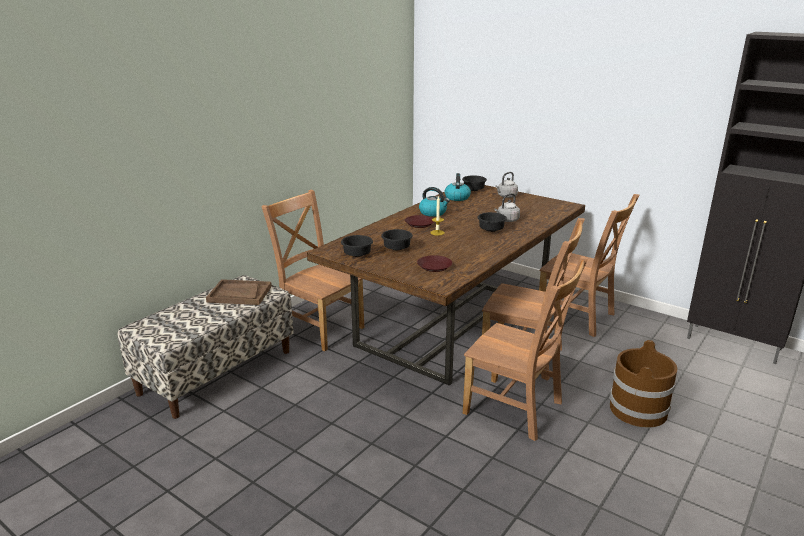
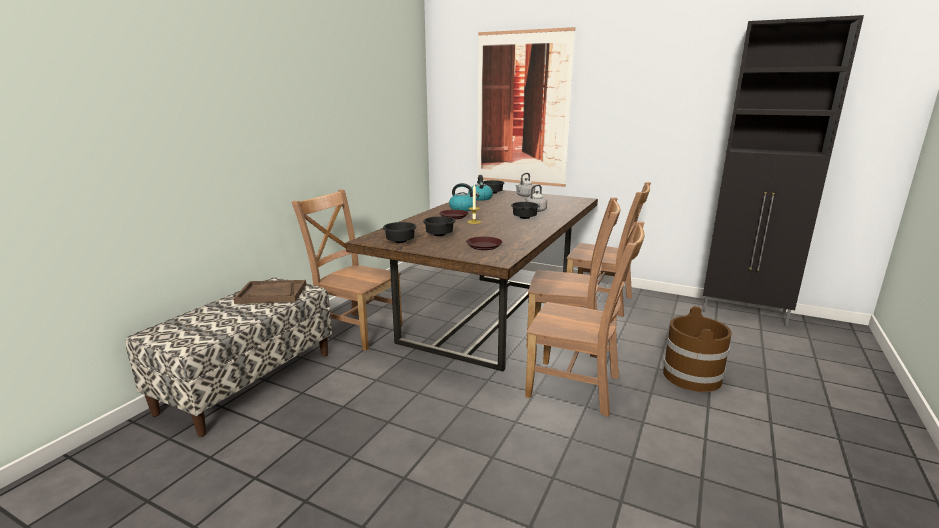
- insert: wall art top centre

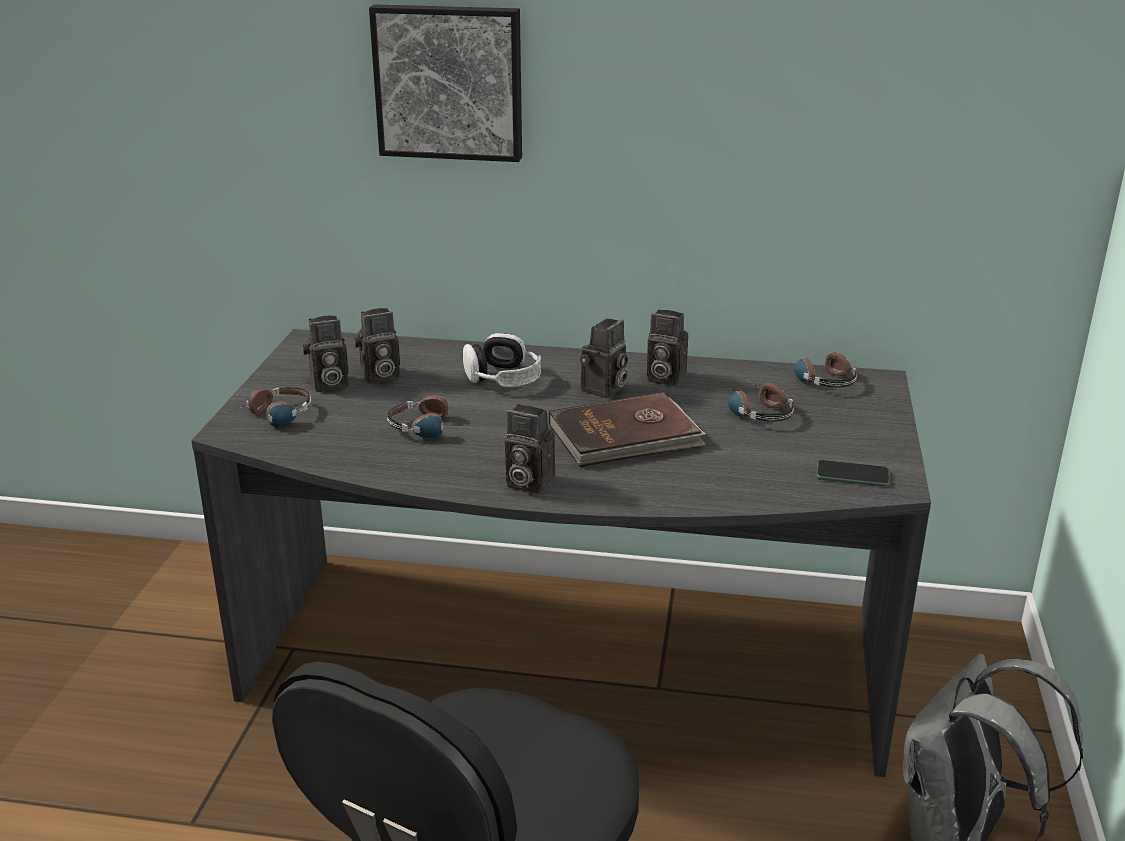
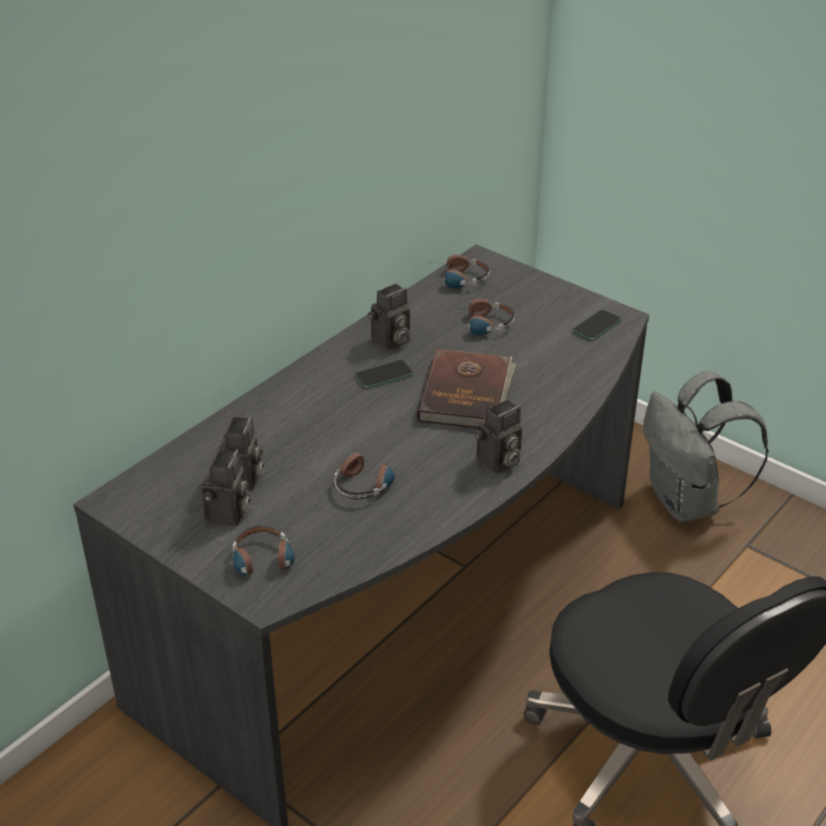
- replace: photo camera (4th from left) centre to phone (1st from left) centre
- delete: wall art top centre
- delete: pair of headphones (3rd from left) centre

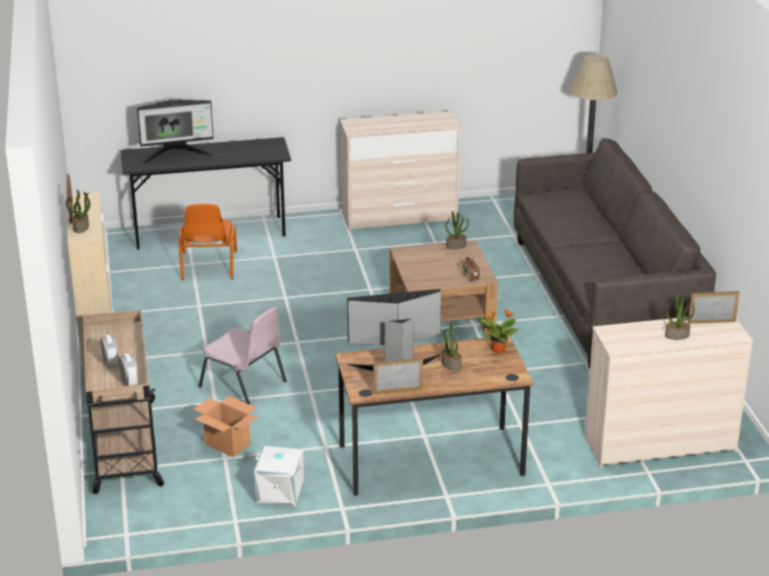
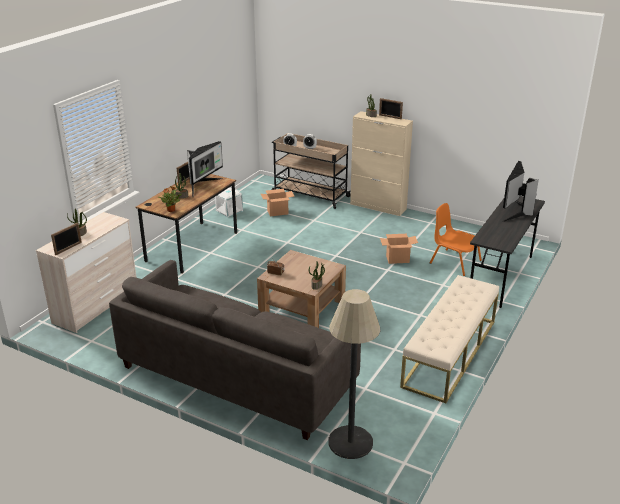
- insert: cardboard box (2nd from left) centre
- replace: sand-coloured chest of drawers (1st from left) top centre to sand-coloured bench bottom right
- delete: pink-coloured chair middle left

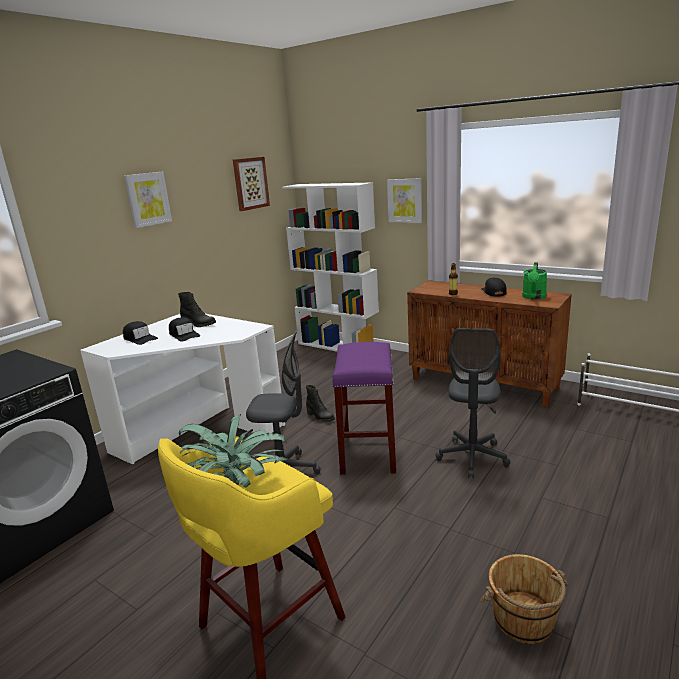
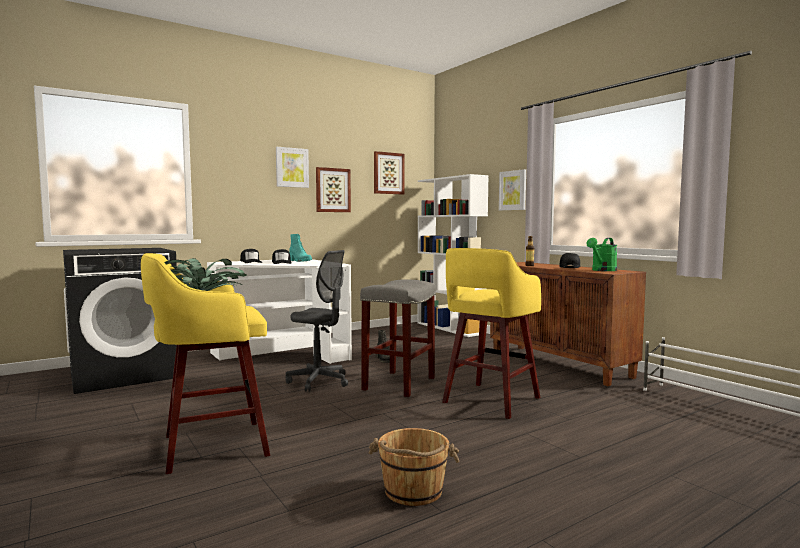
- recolor: black boot (1st from left) middle left to blue-green boot centre
- insert: wall art (2nd from left) centre
- recolor: purple-coloured sitting stool centre to gray sitting stool centre
- replace: gray desk chair (2nd from left) middle right to yellow sitting stool (2nd from left) centre

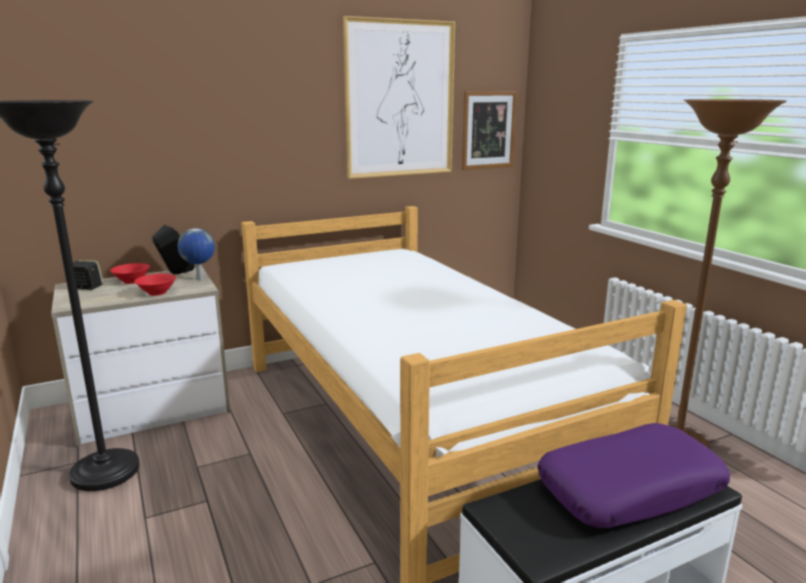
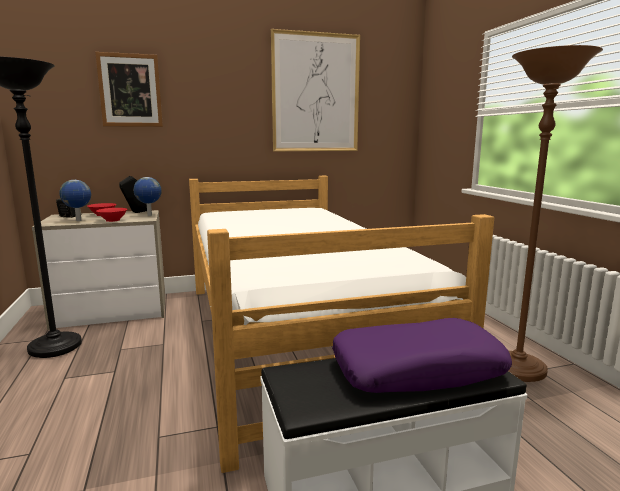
- insert: world globe (1st from left) middle left
- move: wall art (2nd from left in the first image) top centre to wall art (1st from left) top left

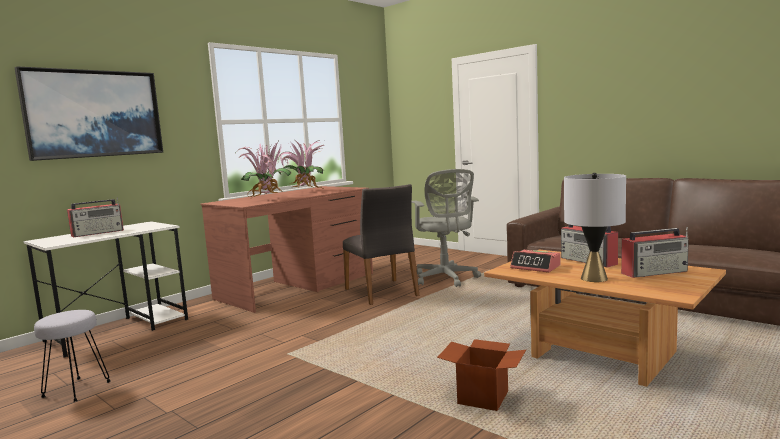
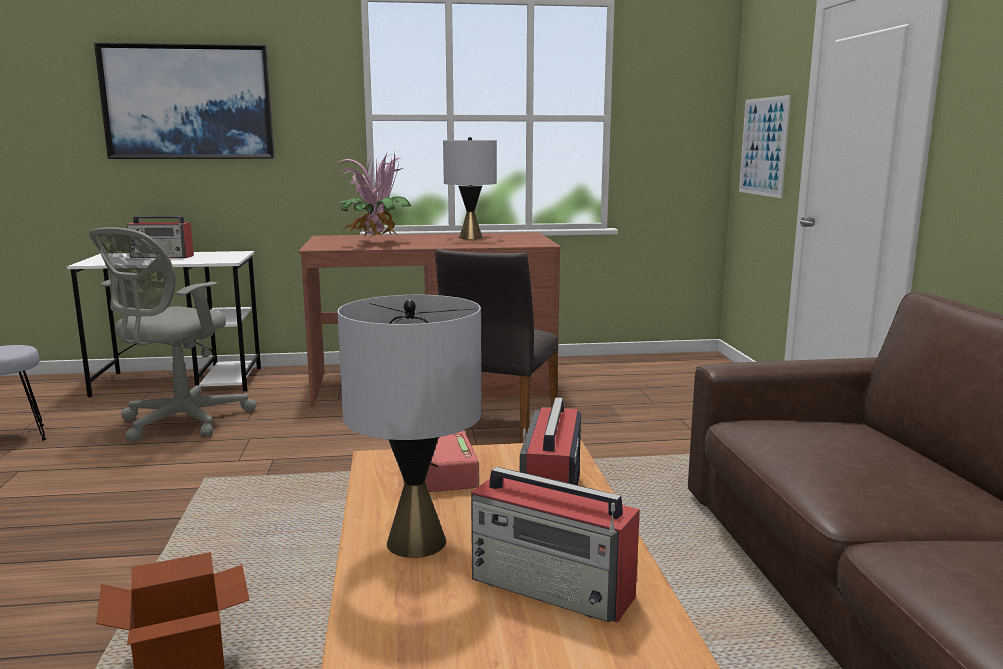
- move: gray desk chair centre to middle left
- replace: houseplant (2nd from left) centre to gray lamp for a table (2nd from left) top centre
- insert: wall art (2nd from left) top right

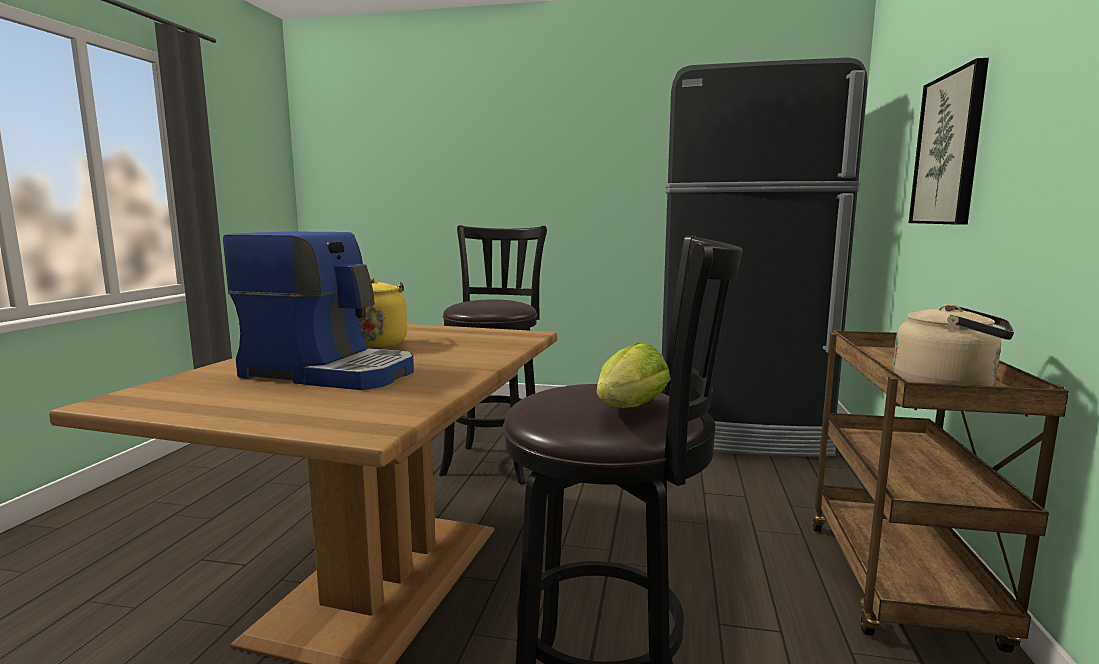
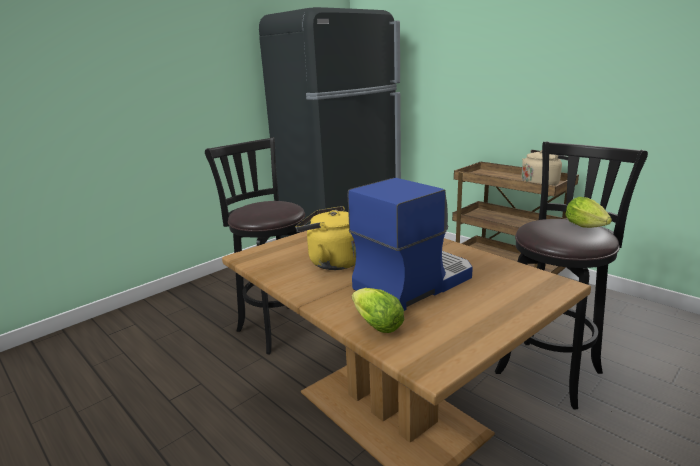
- insert: lettuce (1st from left) centre
- delete: wall art top right

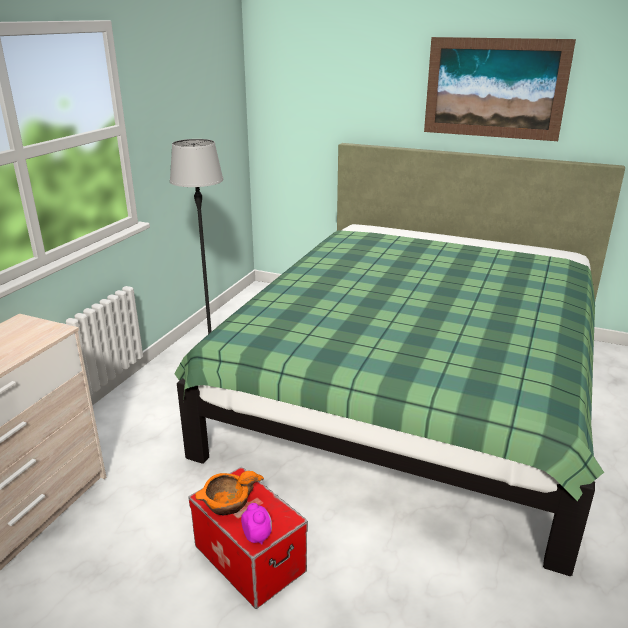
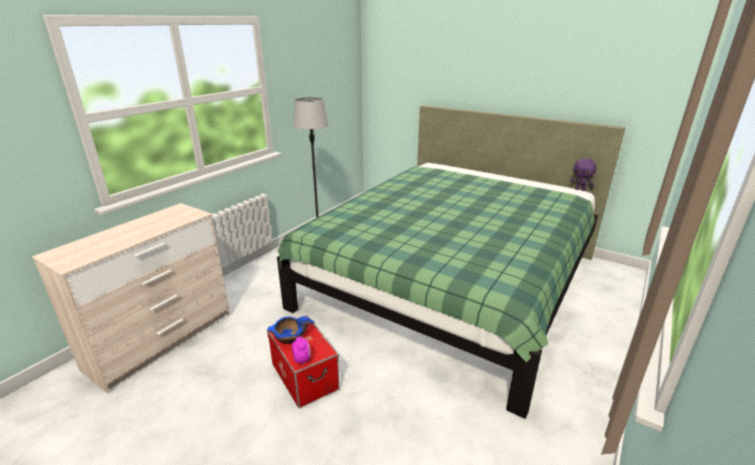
- recolor: orange-coloured bowl bottom centre to blue-coloured bowl bottom centre
- insert: purple-coloured plush toy middle right
- delete: wall art top right

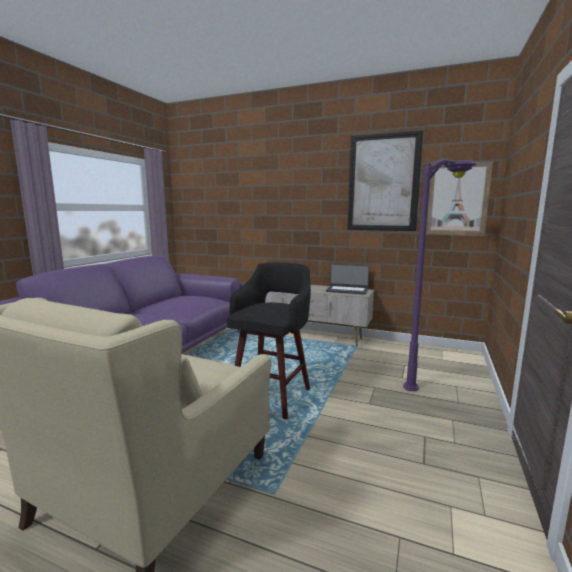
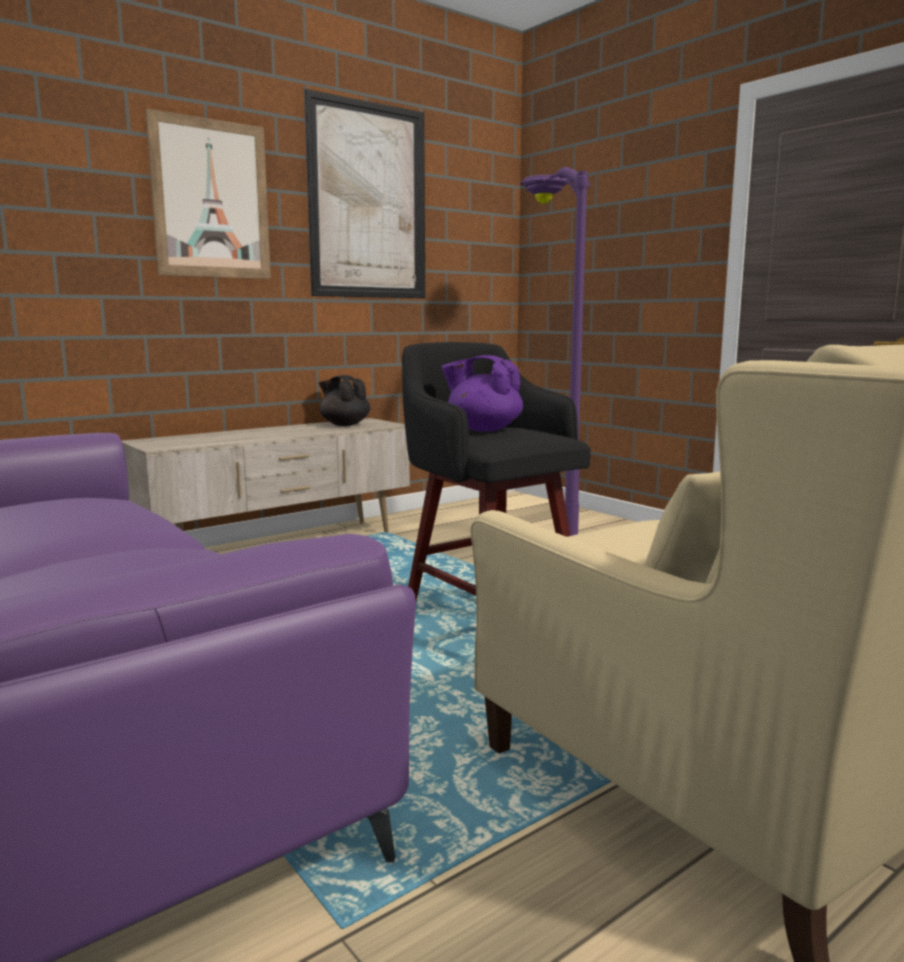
- move: wall art (2nd from left in the first image) middle right to wall art (1st from left) top left
- replace: notebook computer centre to black tea pot centre
- insert: purple-coloured tea pot centre

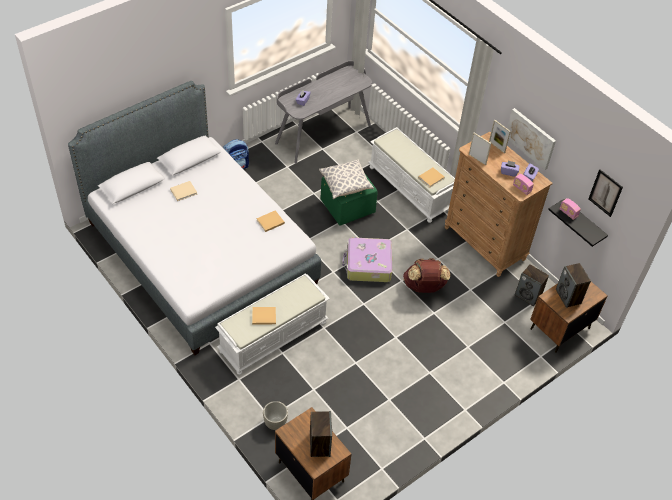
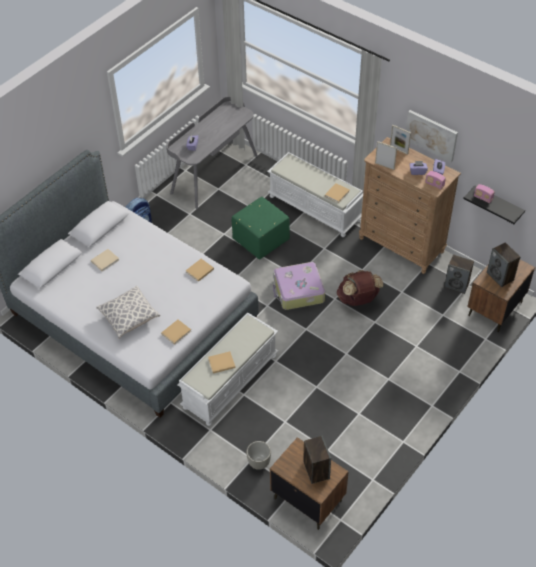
- move: throw pillow centre to middle left
- insert: sand-coloured book (2nd from left) middle left
- delete: wall art (2nd from left) middle right

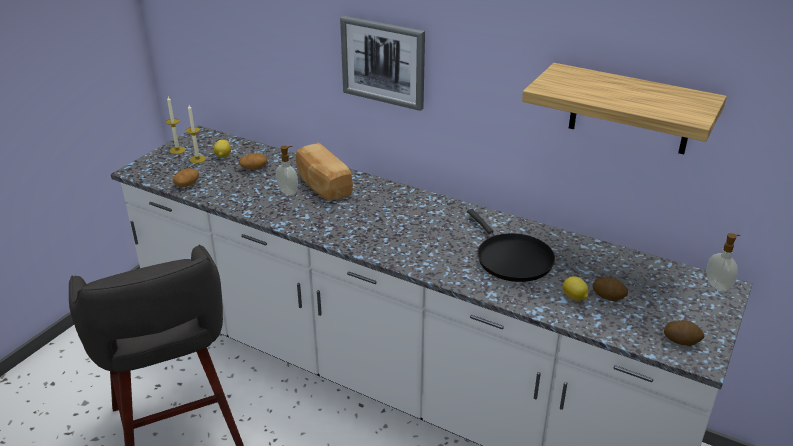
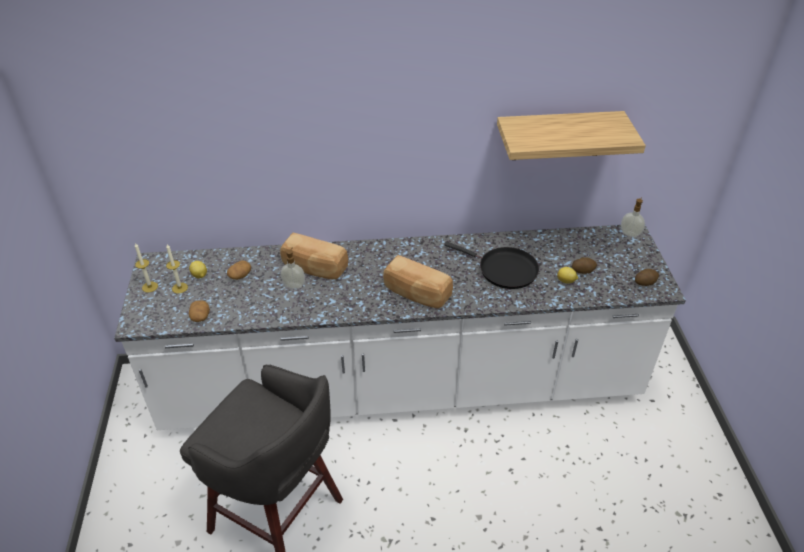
- insert: bakery bread (2nd from left) centre
- delete: wall art top centre

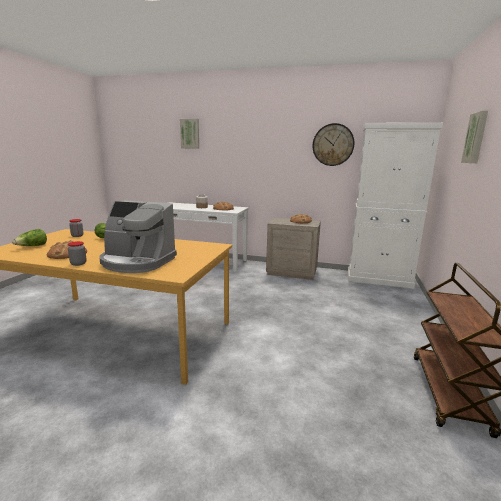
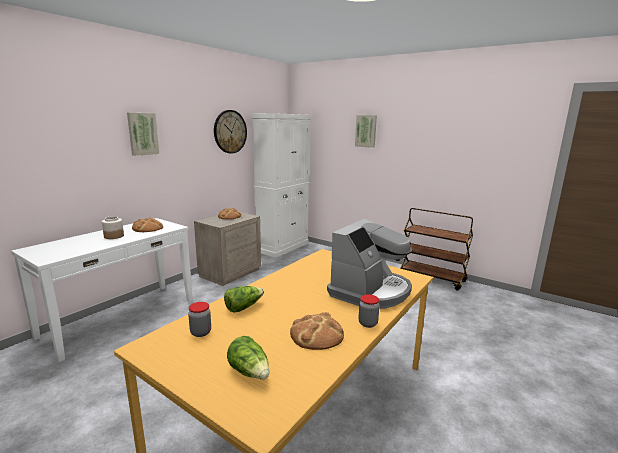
- move: wall art (1st from left) top centre to top left

